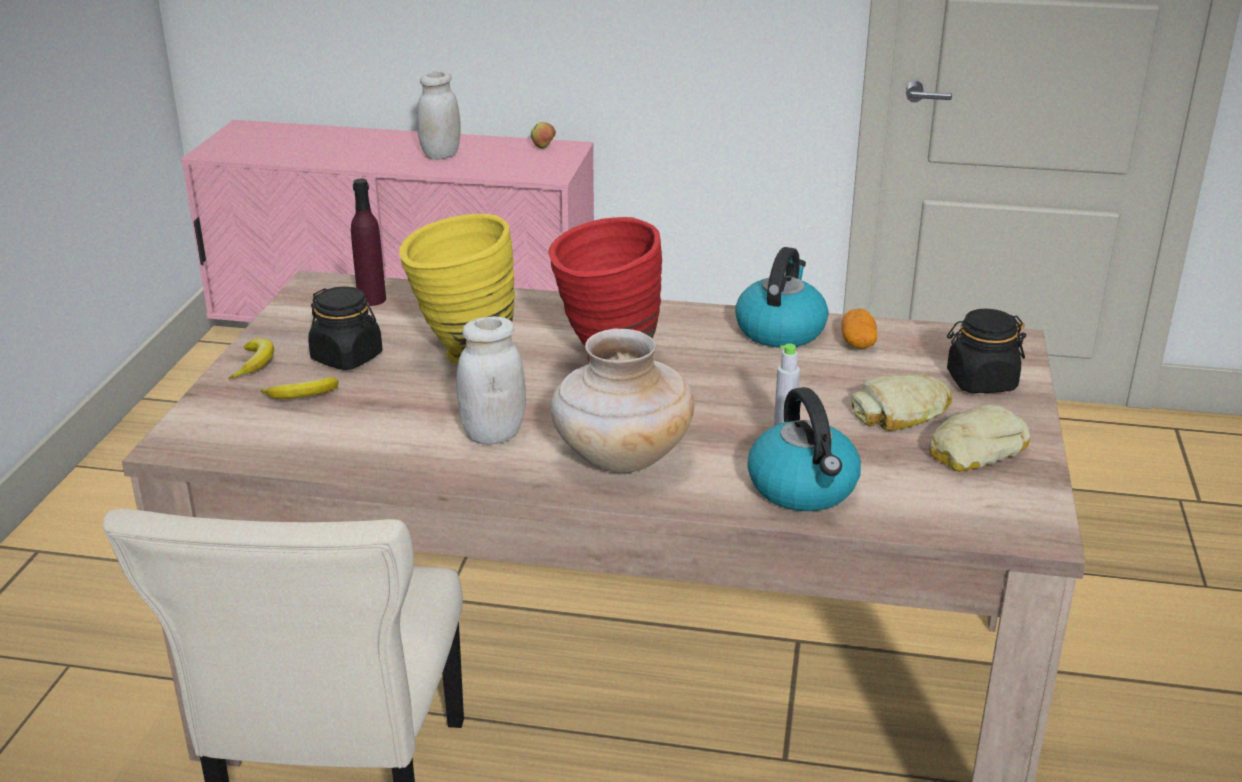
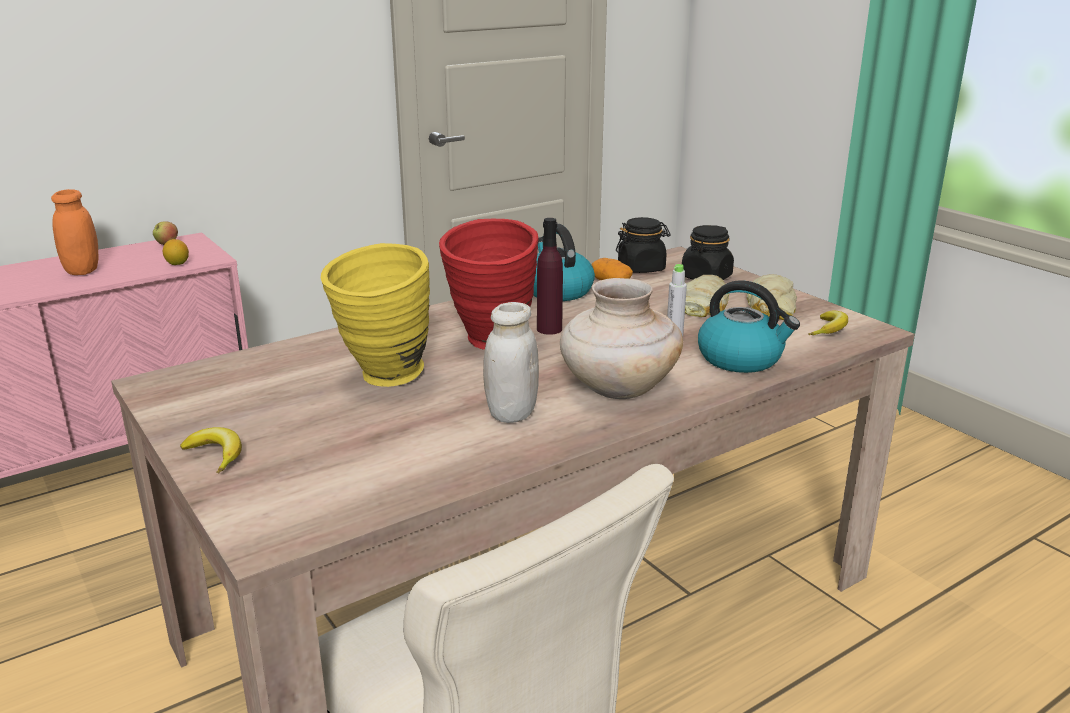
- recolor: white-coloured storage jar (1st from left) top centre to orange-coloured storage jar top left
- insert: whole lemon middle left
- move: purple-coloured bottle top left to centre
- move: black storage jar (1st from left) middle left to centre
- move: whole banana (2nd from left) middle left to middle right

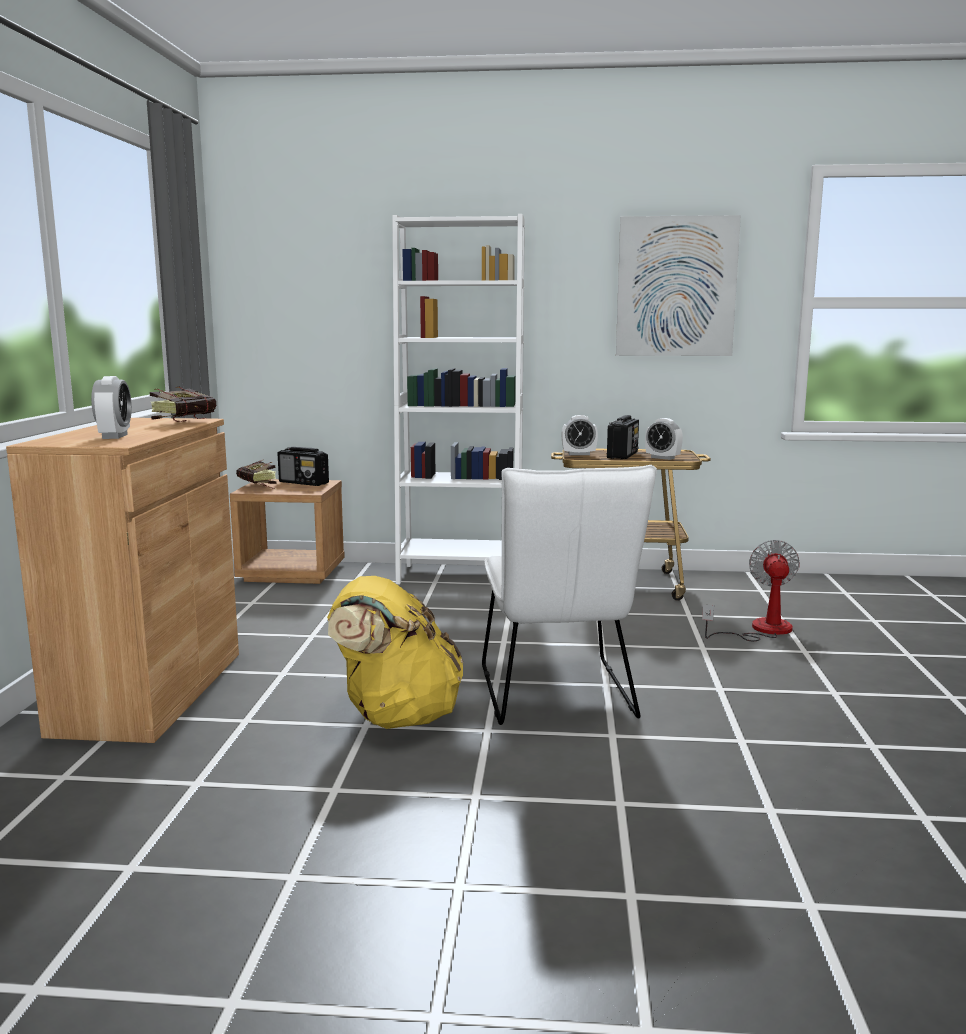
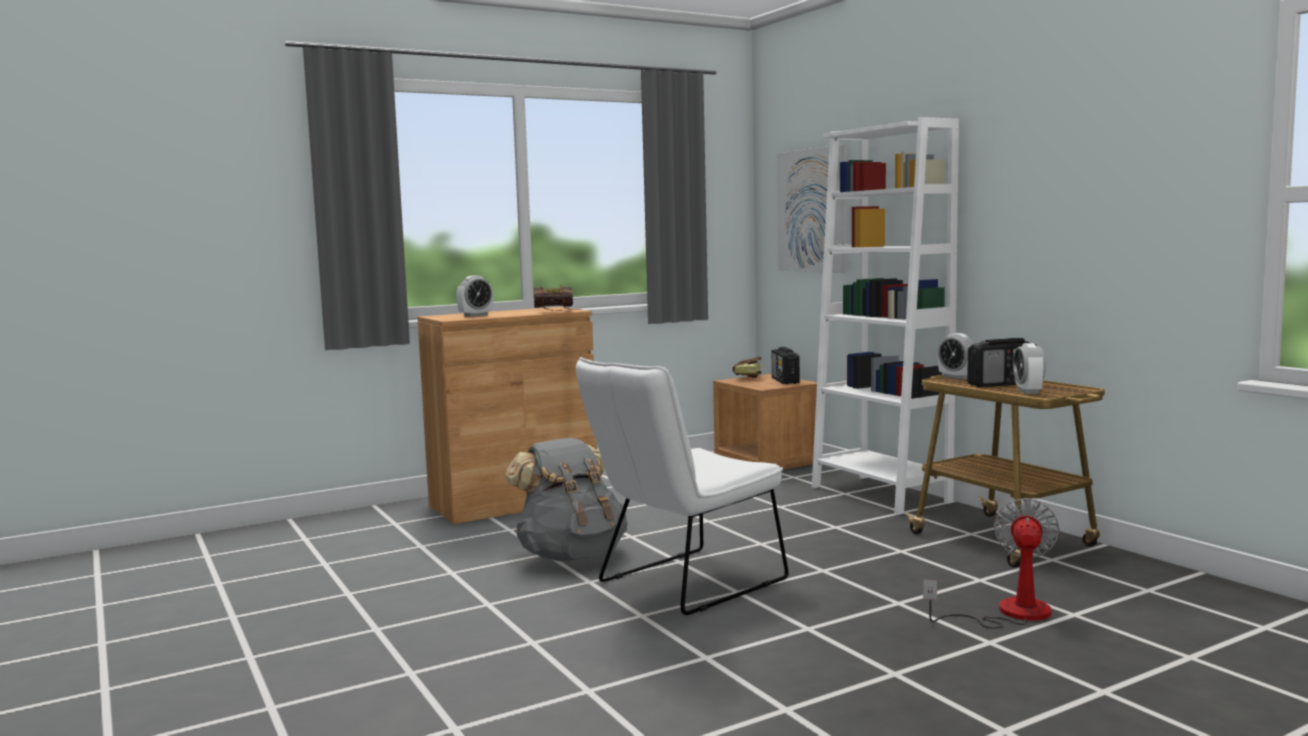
- recolor: yellow backpack centre to gray backpack bottom centre
- move: wall art top right to top centre
- rotate: electric fan middle right = bottom right 45 degrees counterclockwise

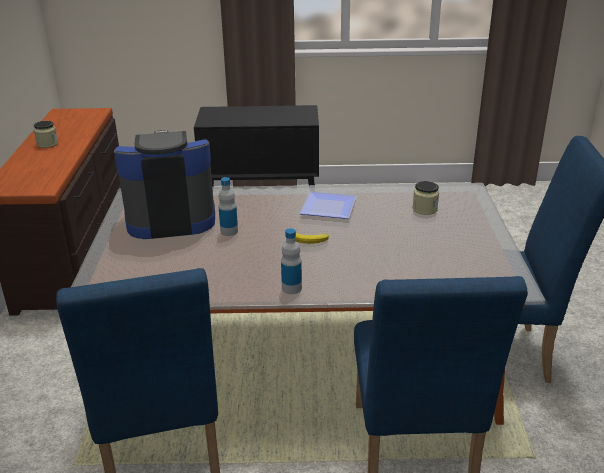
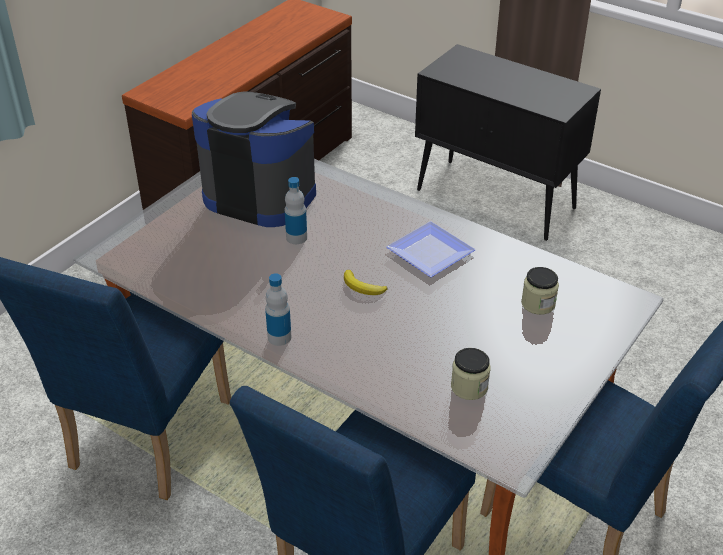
- move: storage jar (1st from left) top left to bottom centre

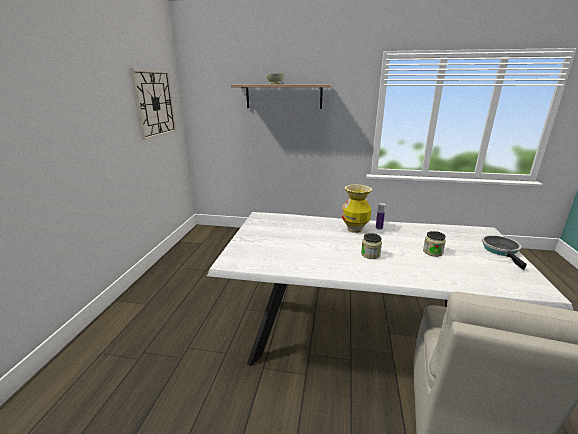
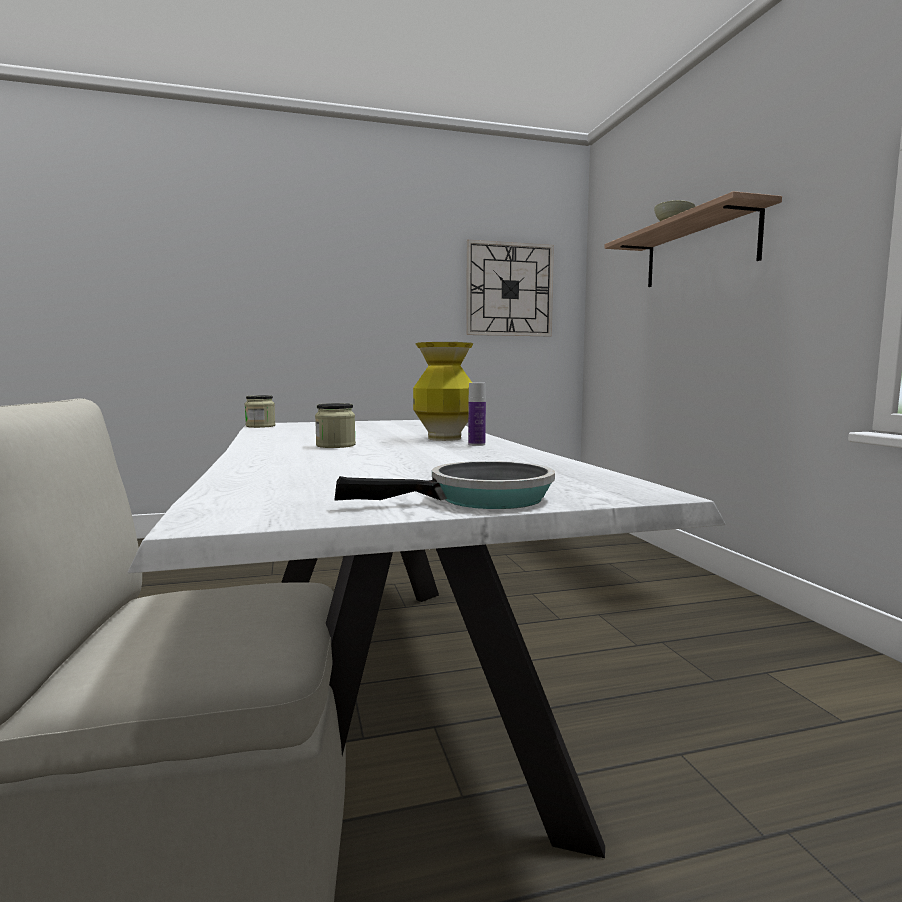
- move: storage jar (2nd from left in the first image) middle right to storage jar (1st from left) middle left

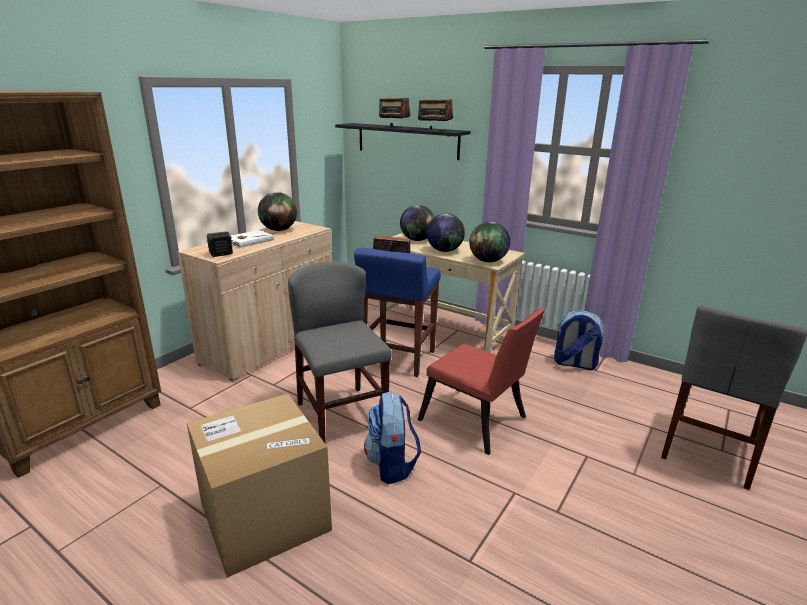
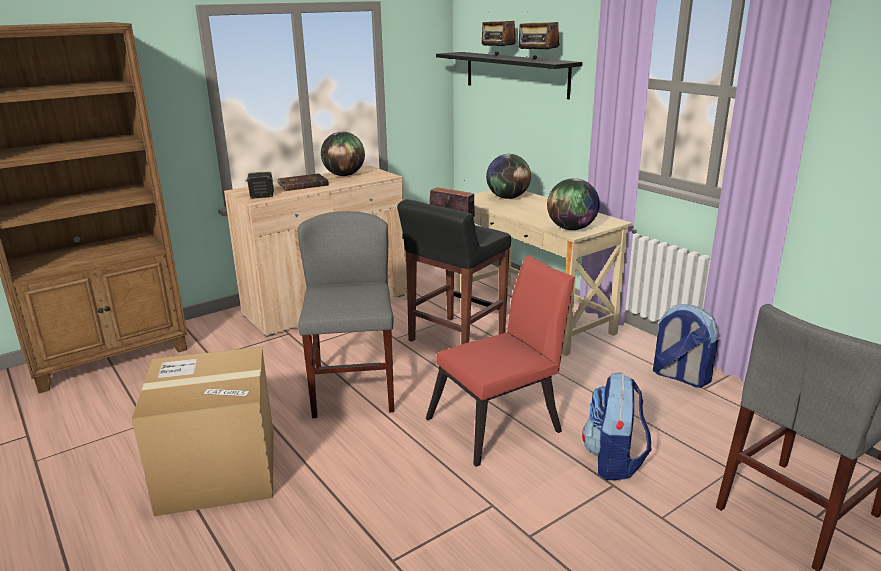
- recolor: white-coloured book middle left to brown-coloured book top centre
- recolor: blue-coloured sitting stool centre to black sitting stool centre
- rotate: reddish chair centre = centre 90 degrees counterclockwise
- move: backpack (1st from left) bottom centre to bottom right
- delete: world globe (3rd from left) centre

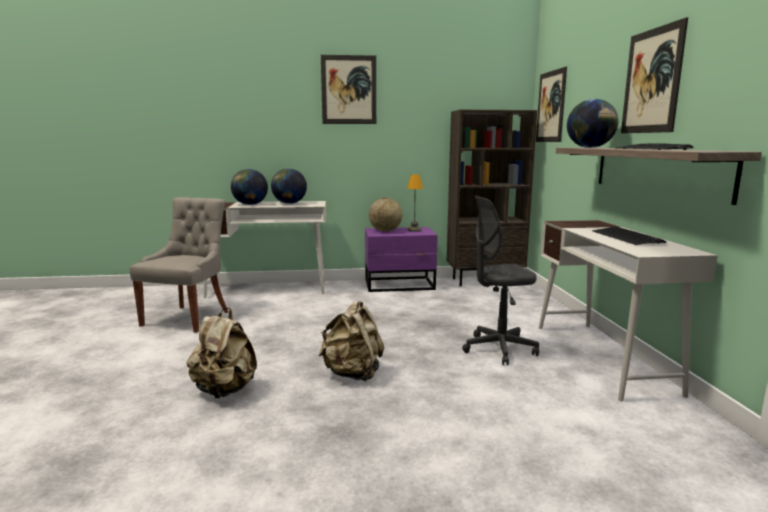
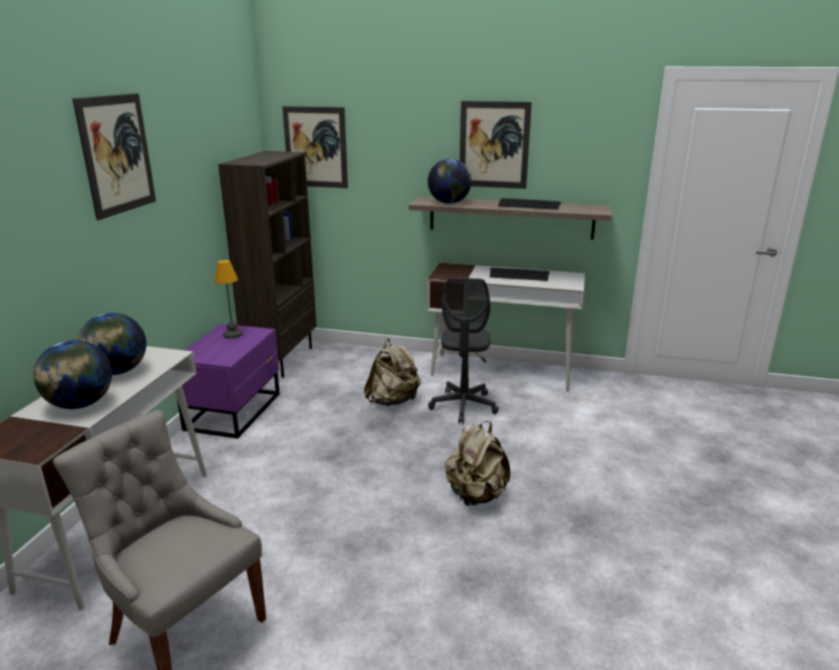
- move: sand-coloured backpack (1st from left) bottom left to centre
- delete: world globe (3rd from left) centre

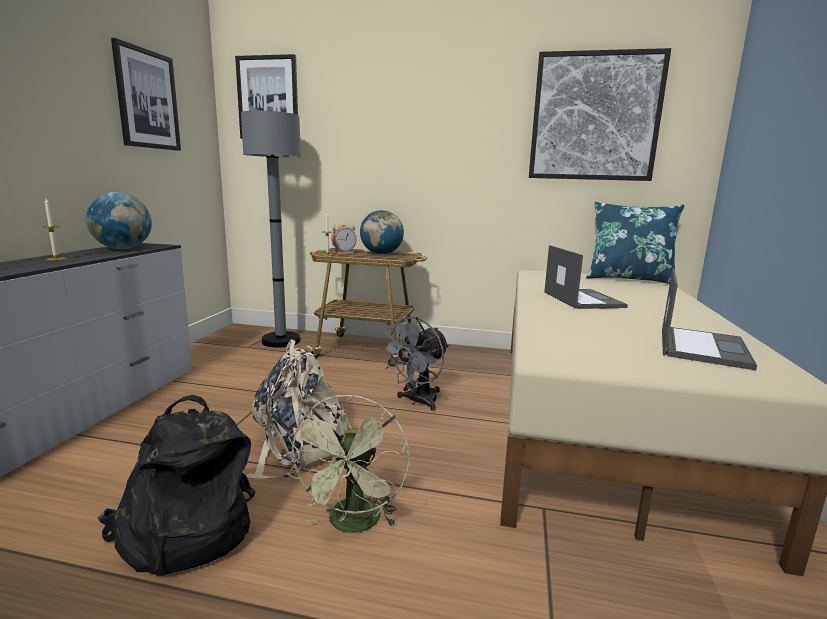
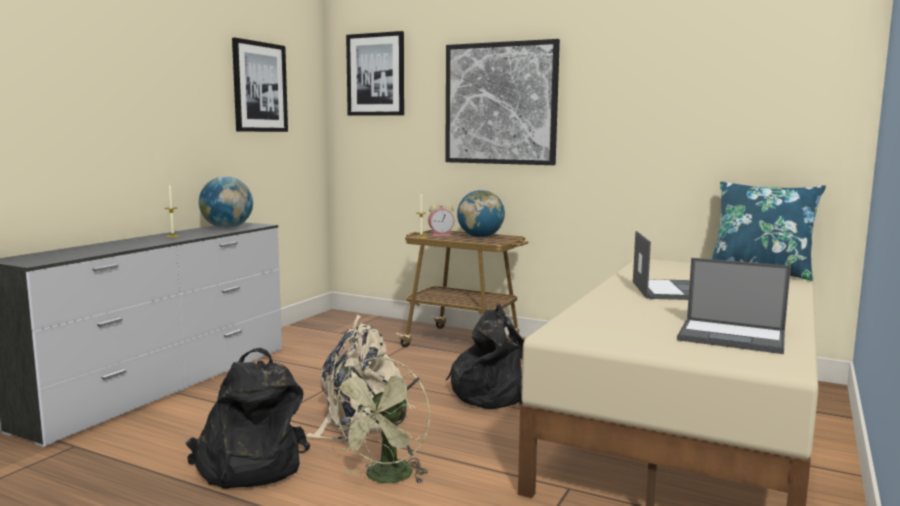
- move: wall art (3rd from left) top right to top centre
- replace: gray electric fan centre to black backpack (2nd from left) bottom centre
- rotate: notebook computer (2nd from left) middle right = middle right 75 degrees clockwise
- delete: gray standing lamp middle left

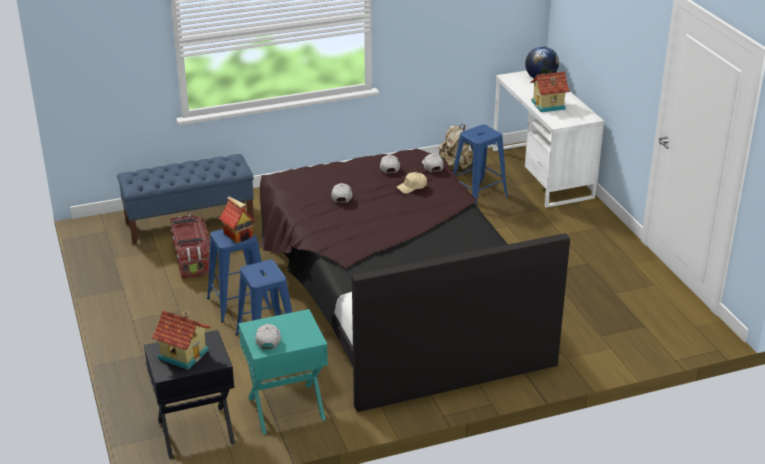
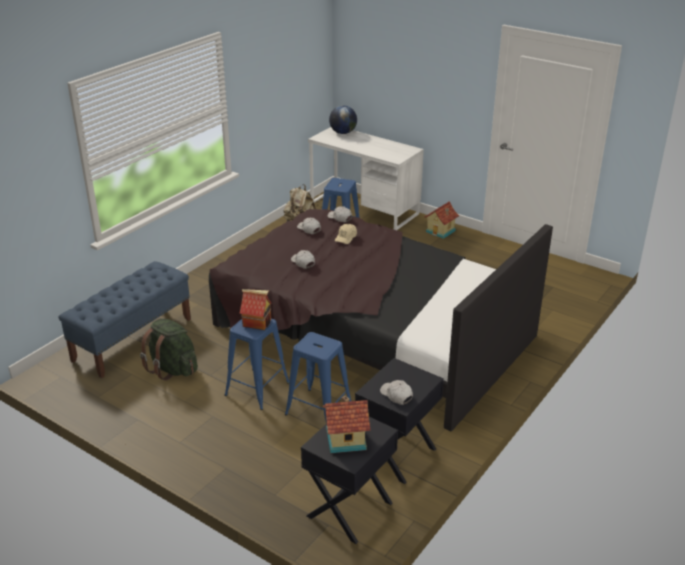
- replace: storage container middle left to green-coloured backpack middle left
- recolor: blue-green bedside table bottom centre to black bedside table (2nd from left) bottom centre
- move: model house (3rd from left) top right to centre

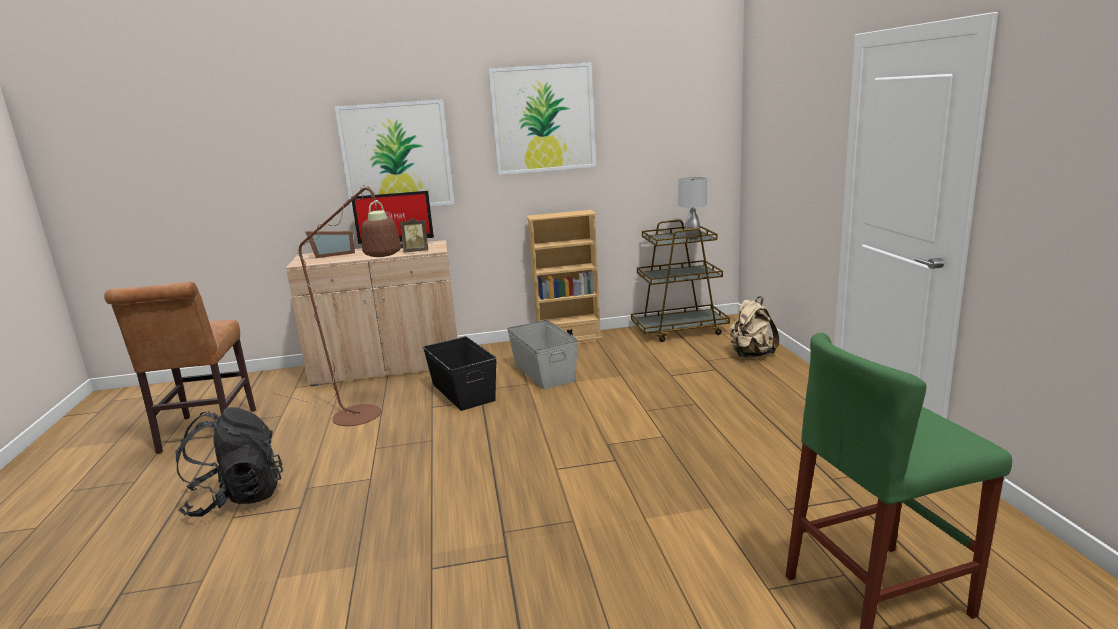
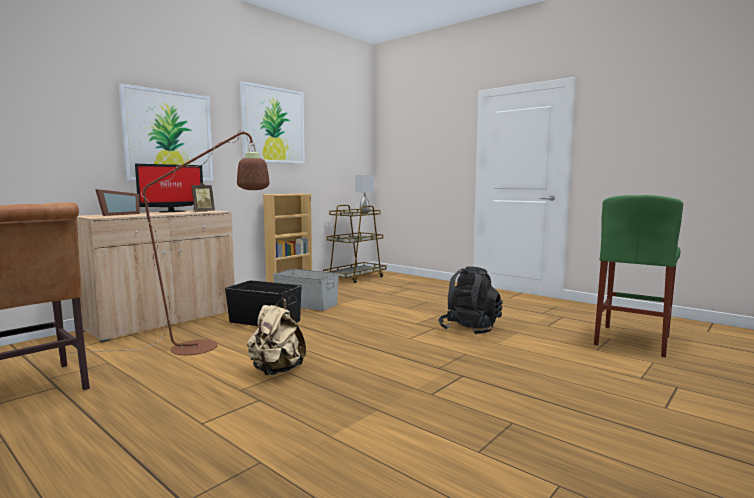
- move: sand-coloured backpack middle right to bottom centre
- move: black backpack bottom left to centre

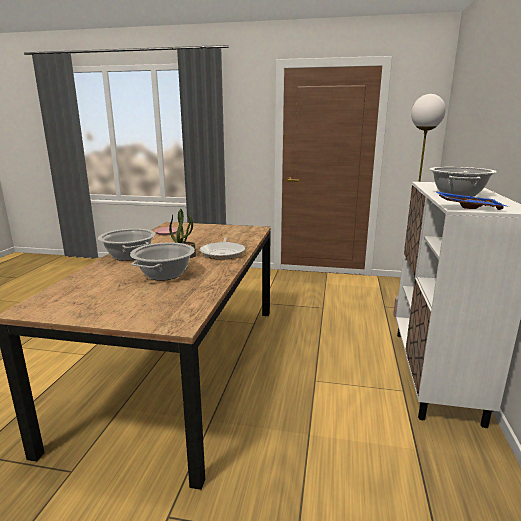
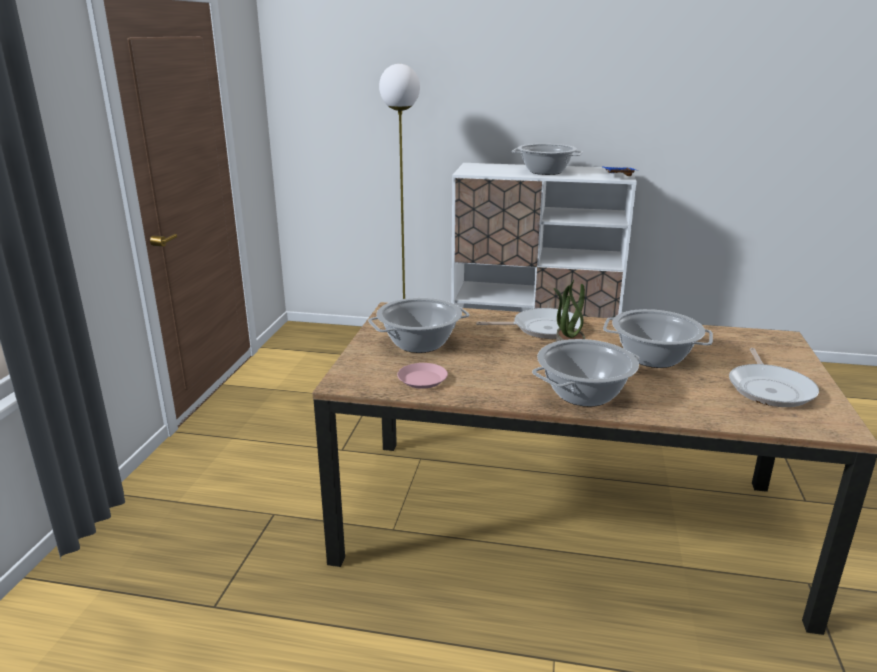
- insert: stockpot (1st from left) centre
- insert: skillet (2nd from left) middle right

